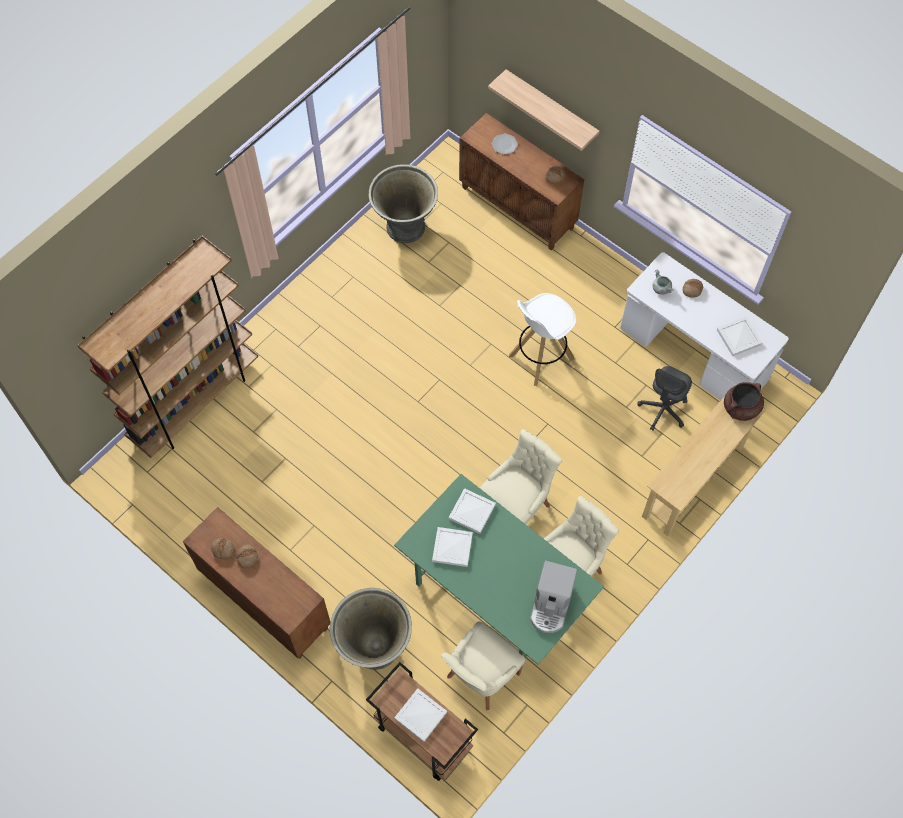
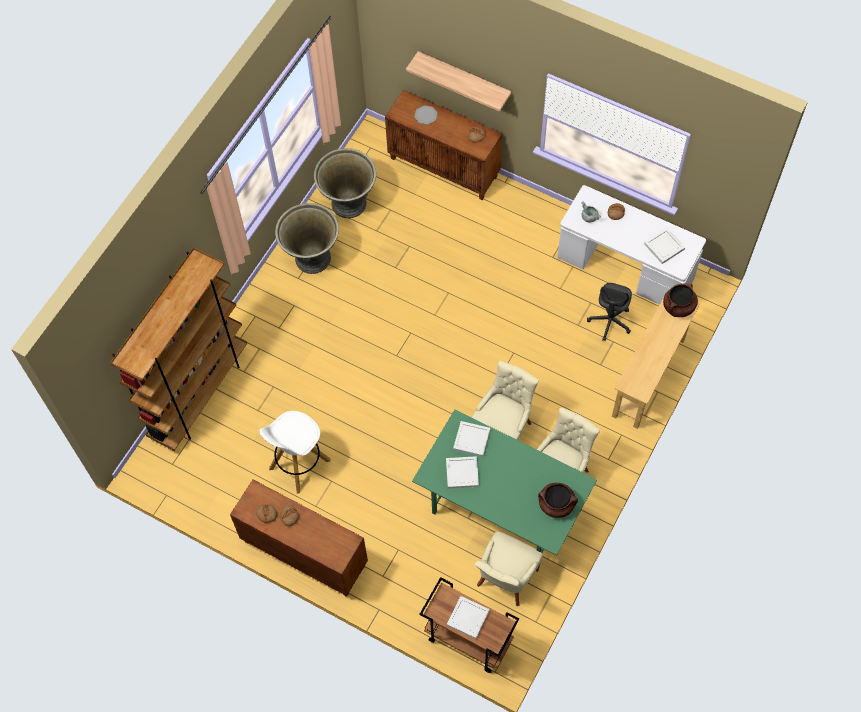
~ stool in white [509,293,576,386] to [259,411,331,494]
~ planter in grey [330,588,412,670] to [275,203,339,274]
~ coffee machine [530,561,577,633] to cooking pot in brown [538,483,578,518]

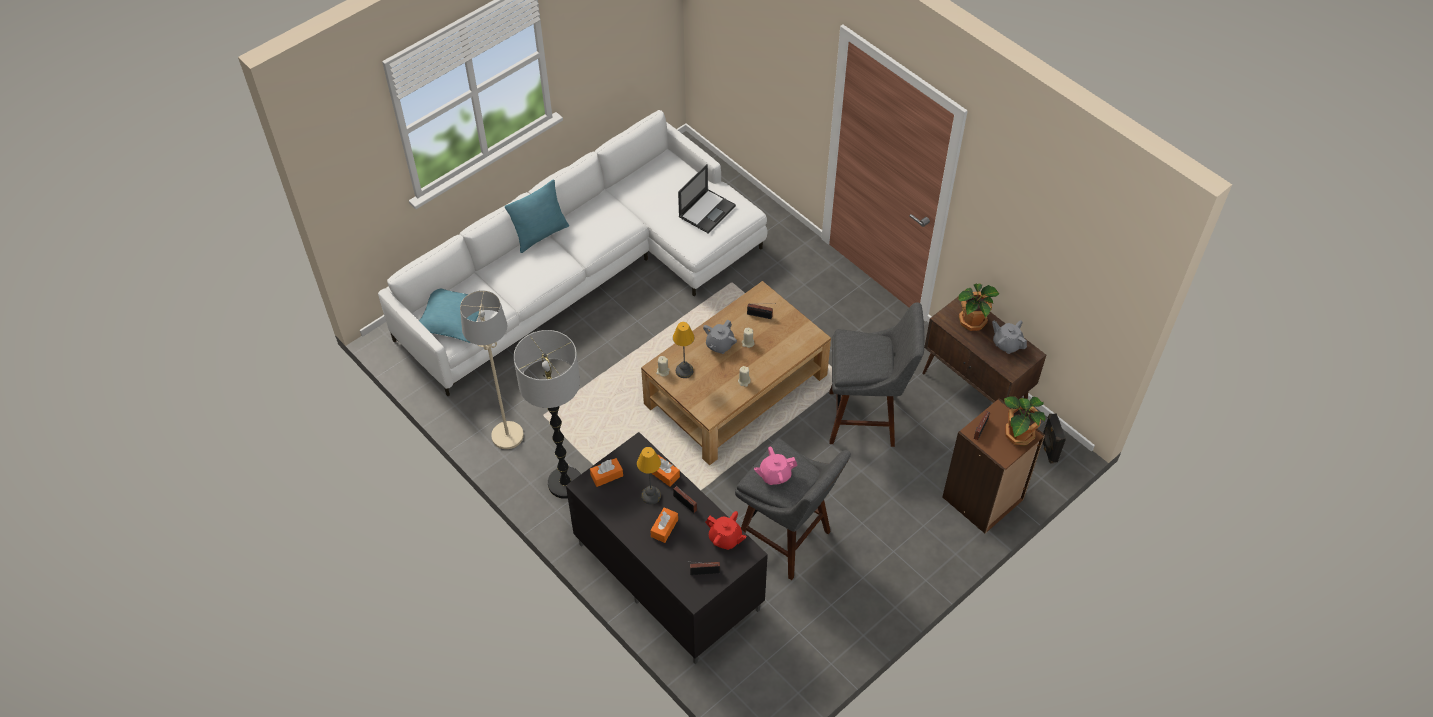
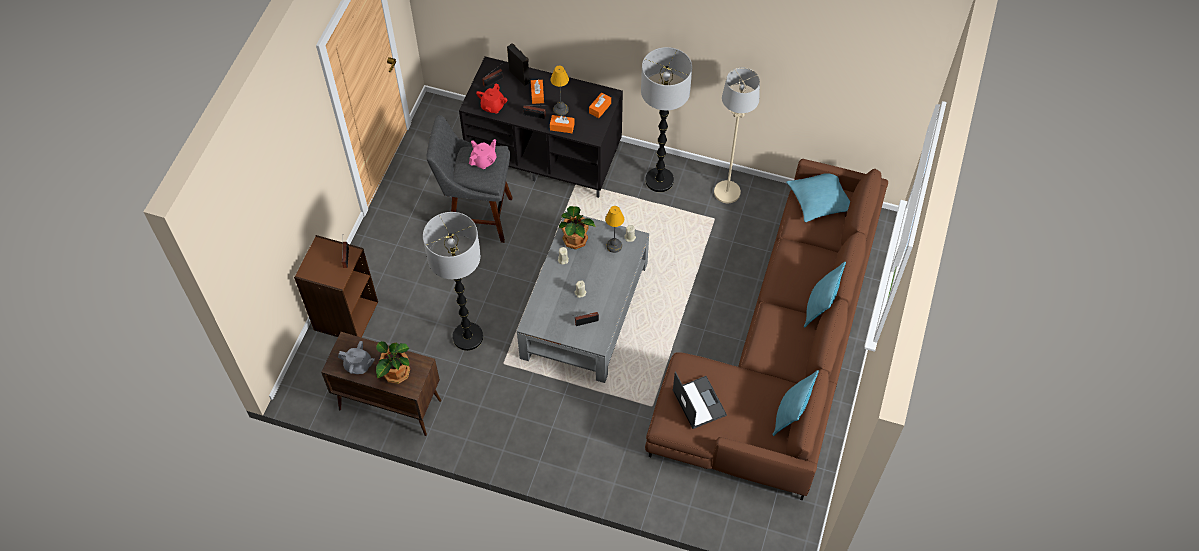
~ stool in grey [829,302,924,447] to floor lamp [423,212,483,351]
~ teapot in red [705,511,747,550] = [476,83,507,114] 75 degrees counterclockwise
~ speaker in black [1043,413,1066,464] to [507,43,530,86]
~ coffee table in brown [641,281,831,465] to coffee table in grey [517,211,649,383]
~ potted plant [1004,396,1046,446] to [559,206,596,250]
~ sofa in white [378,110,767,396] to sofa in brown [645,159,888,501]
~ laptop [678,164,736,233] = [672,371,727,429] 150 degrees clockwise
+ pillow in turquoise [772,370,819,436]
- teapot in grey [703,320,737,354]

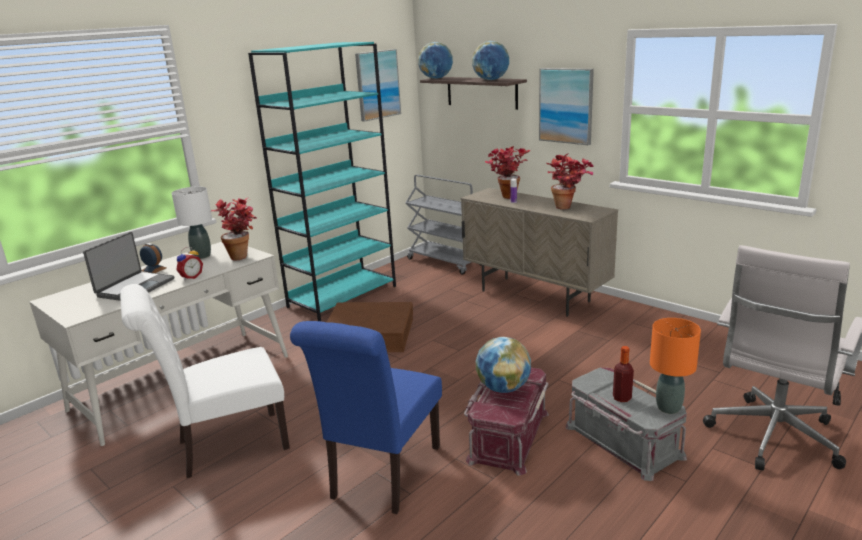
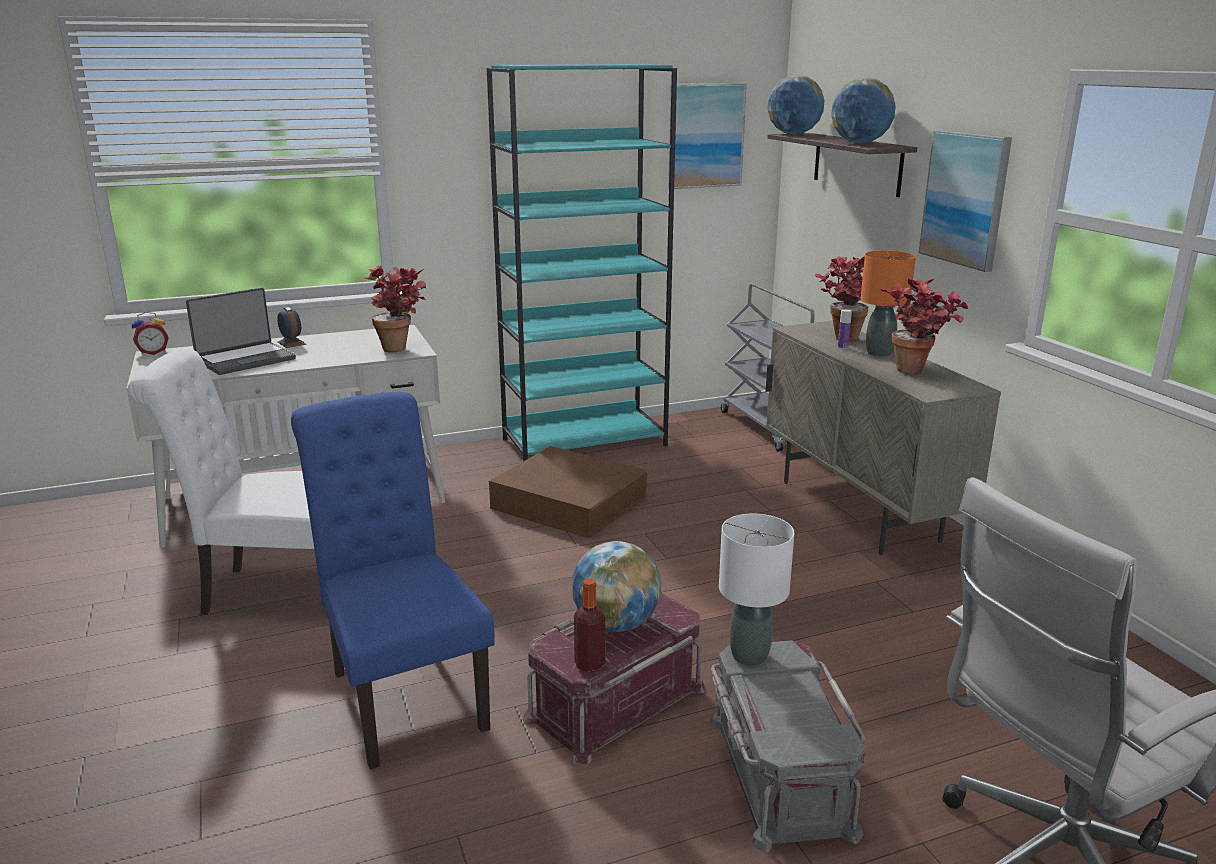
~ alarm clock [176,247,203,281] to [132,312,169,355]
~ chair in blue [290,321,442,514] = [291,392,495,770] 105 degrees clockwise
~ bottle [613,346,634,402] to [574,578,605,672]
~ table lamp in white [172,186,212,259] to [719,514,794,666]
~ table lamp in orange [650,318,701,414] to [860,250,916,357]

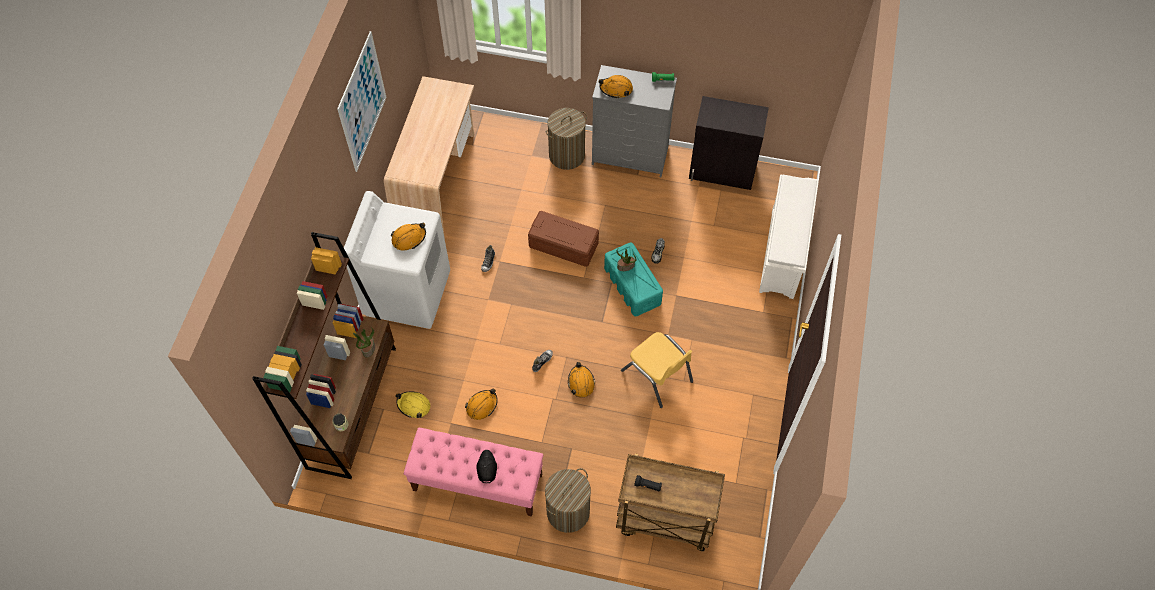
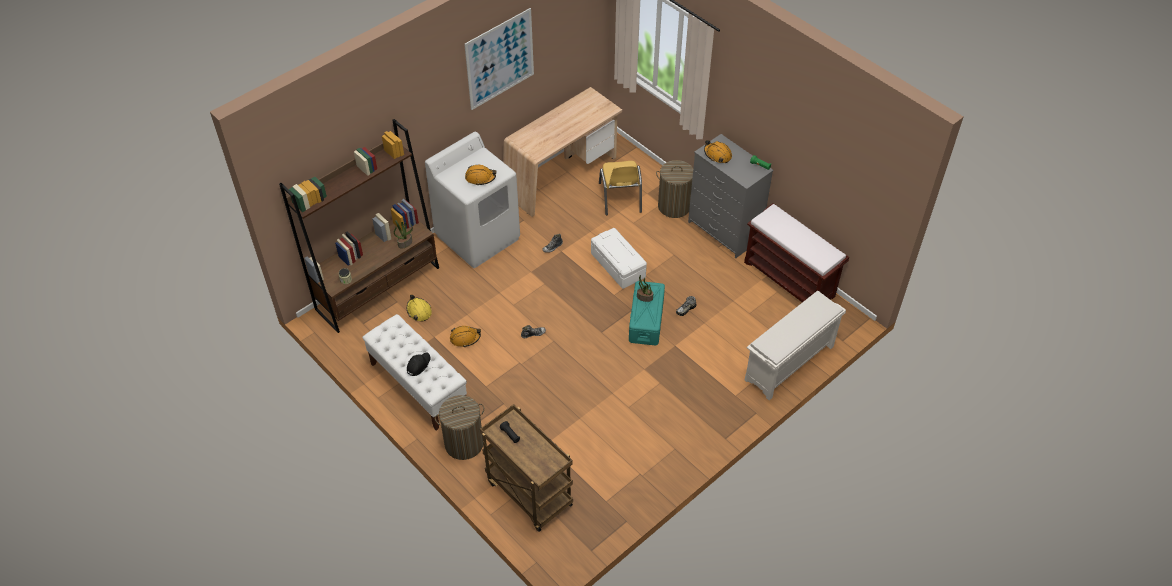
~ bench in pink [404,427,543,517] to bench in white [362,314,467,430]
~ storage box in brown [528,211,599,267] to storage box in white [591,228,647,289]
~ chair in yellow [621,332,693,408] to [599,161,642,216]
~ cabinet in black [689,96,769,190] to bench in brown [744,203,849,302]
- hard hat in orange [568,362,595,397]

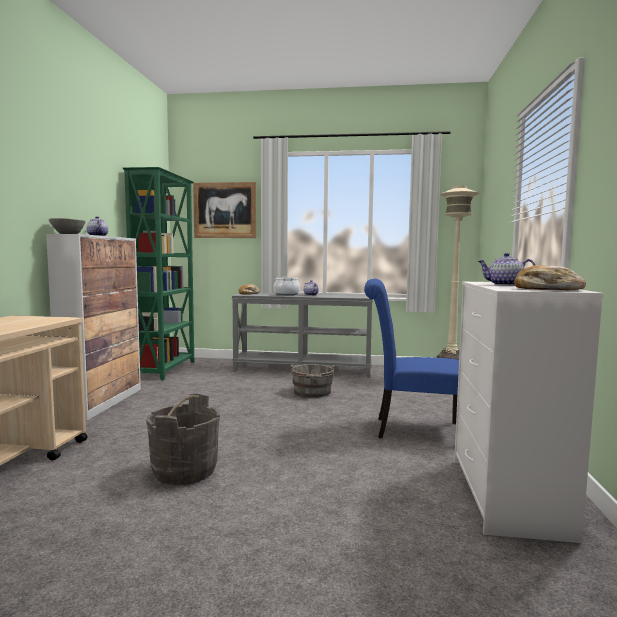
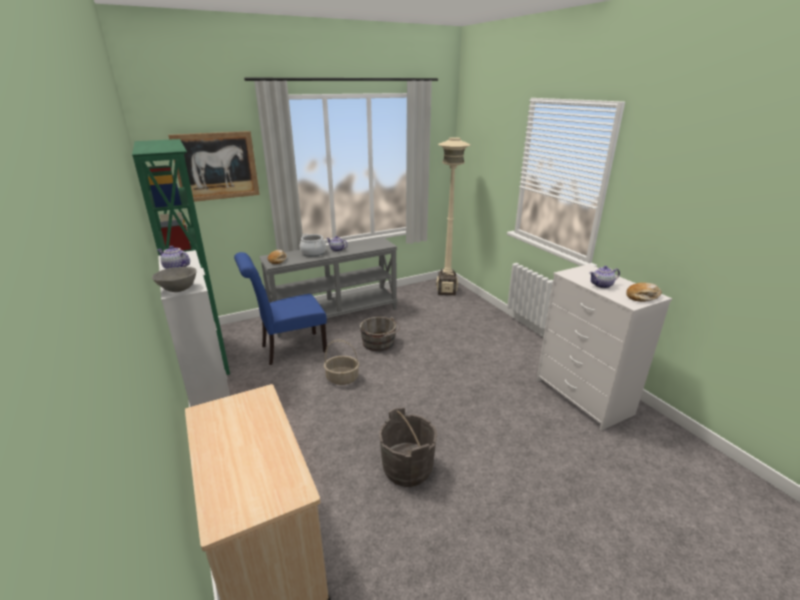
~ chair in blue [364,279,459,438] to [234,252,327,365]
+ basket [324,339,359,385]

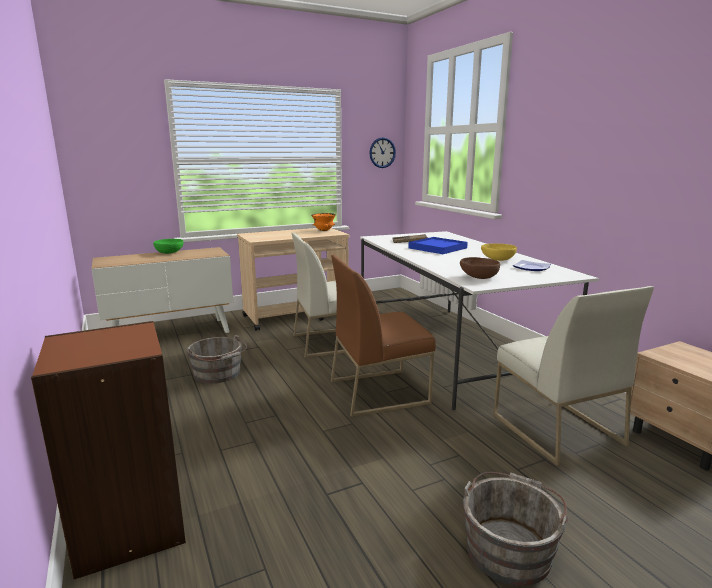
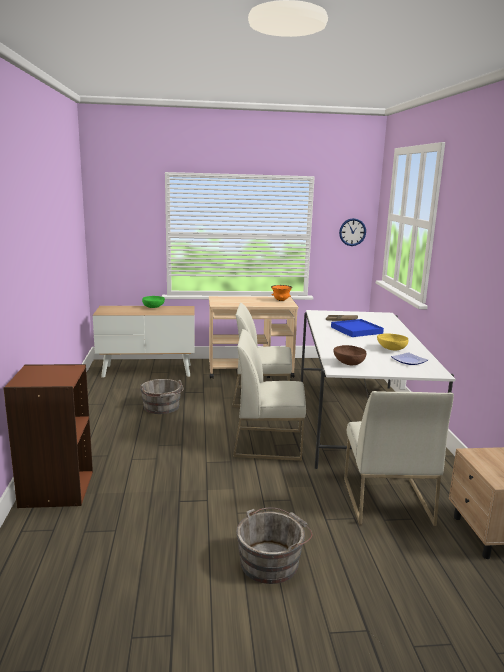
~ chair in brown [331,255,436,417] to chair in white [233,329,306,461]

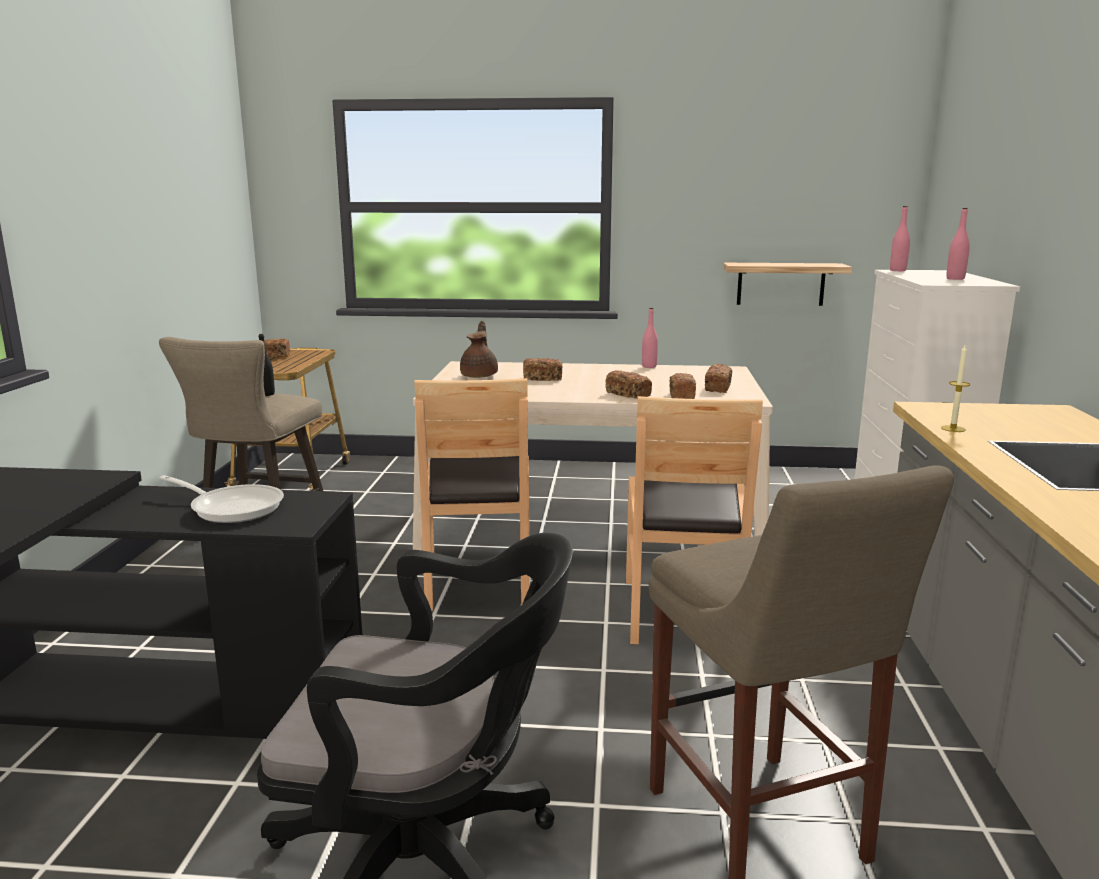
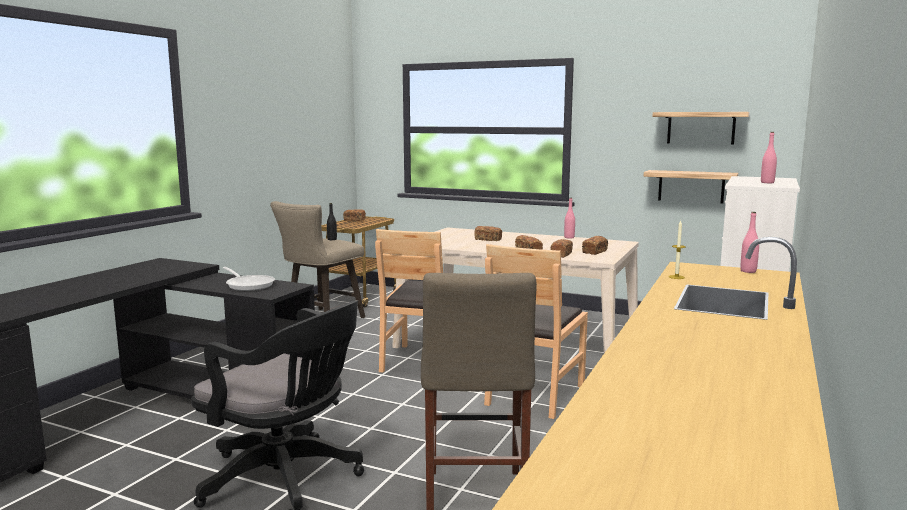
+ shelf [652,112,750,144]
~ bottle in pink [890,206,910,271] to [740,212,759,273]
- teapot in brown [460,321,498,378]

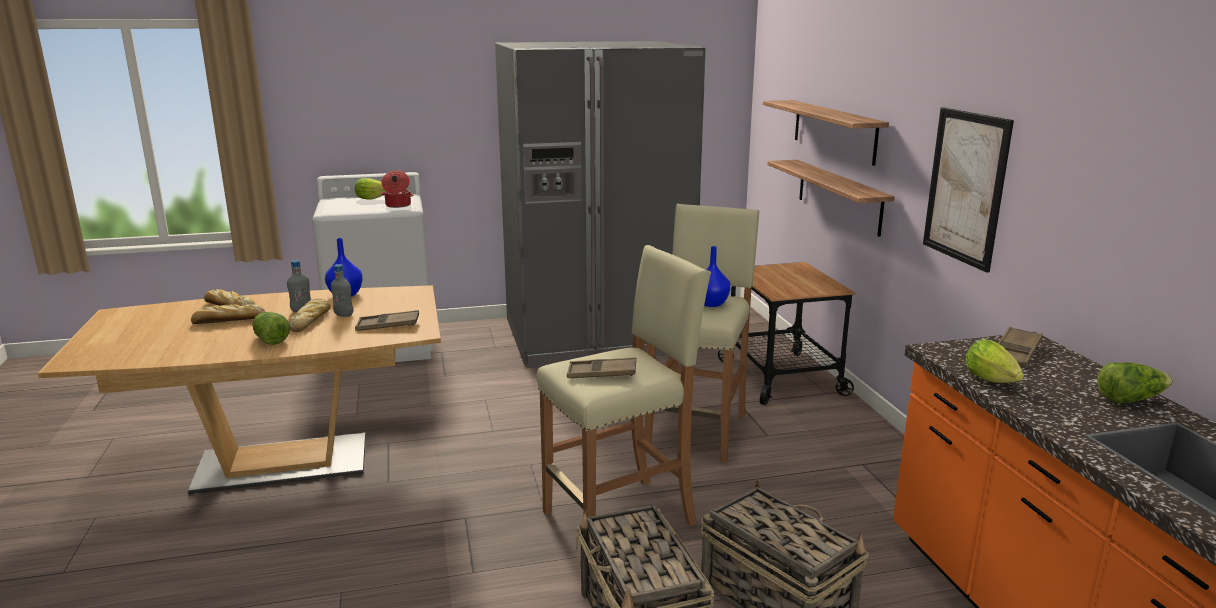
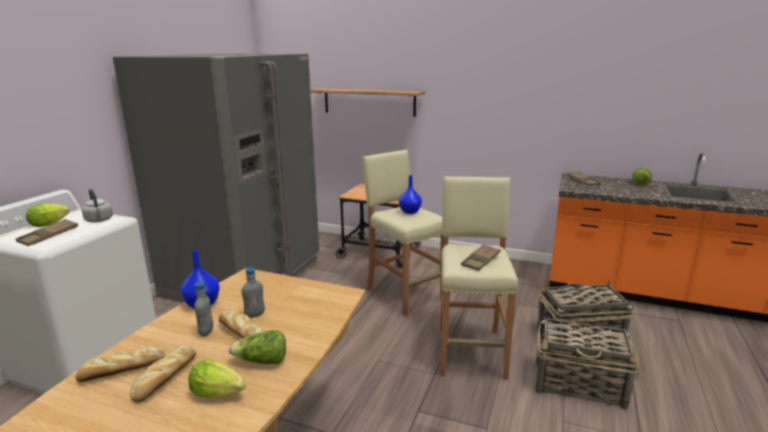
~ tray in brown [355,310,419,331] to [16,219,78,246]
~ cooking pot [381,171,414,208] to kettle in grey [82,189,113,222]
~ lettuce [965,340,1024,383] to [188,360,246,398]
- shelf [767,160,895,237]
- picture [923,107,1014,273]

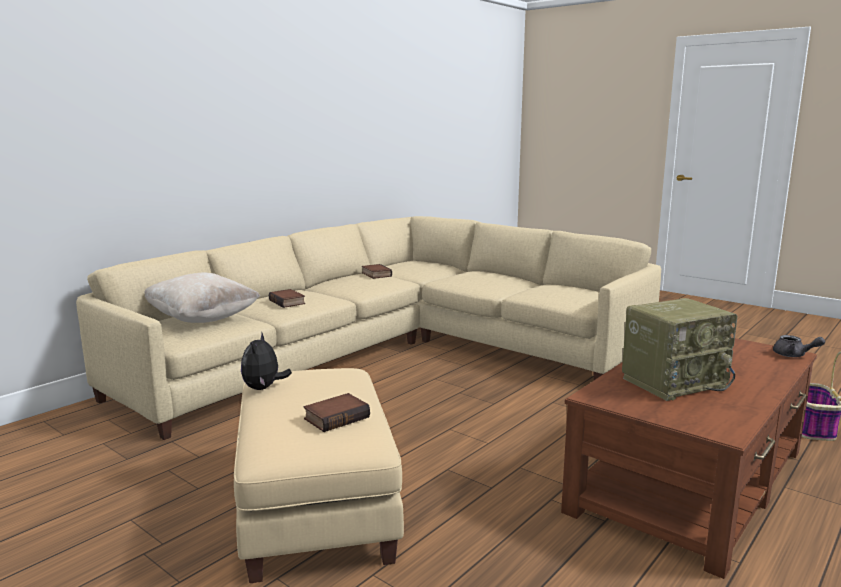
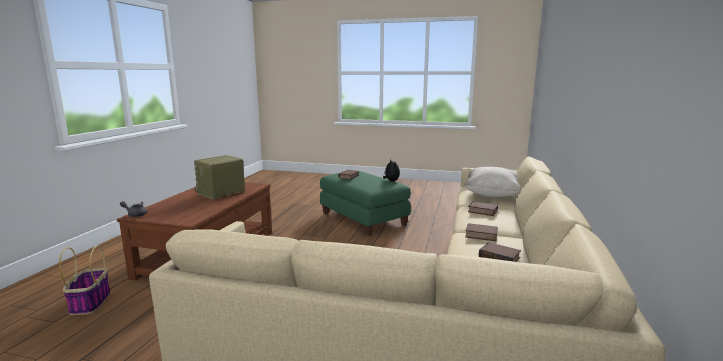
~ ottoman in beige [234,368,404,583] to ottoman in green [320,171,411,236]
+ book [465,223,498,241]

